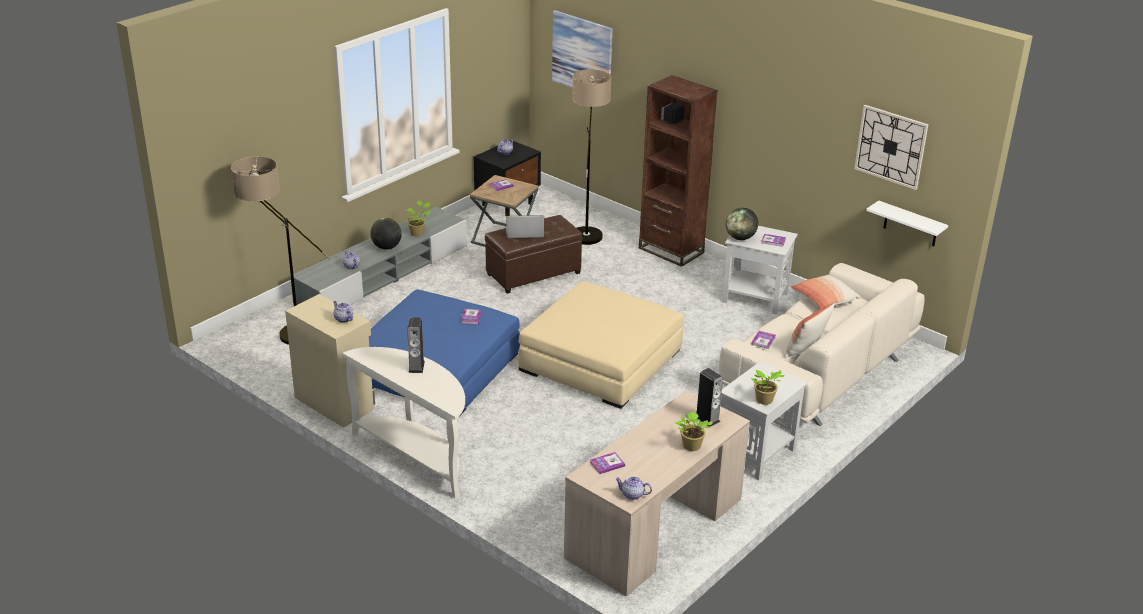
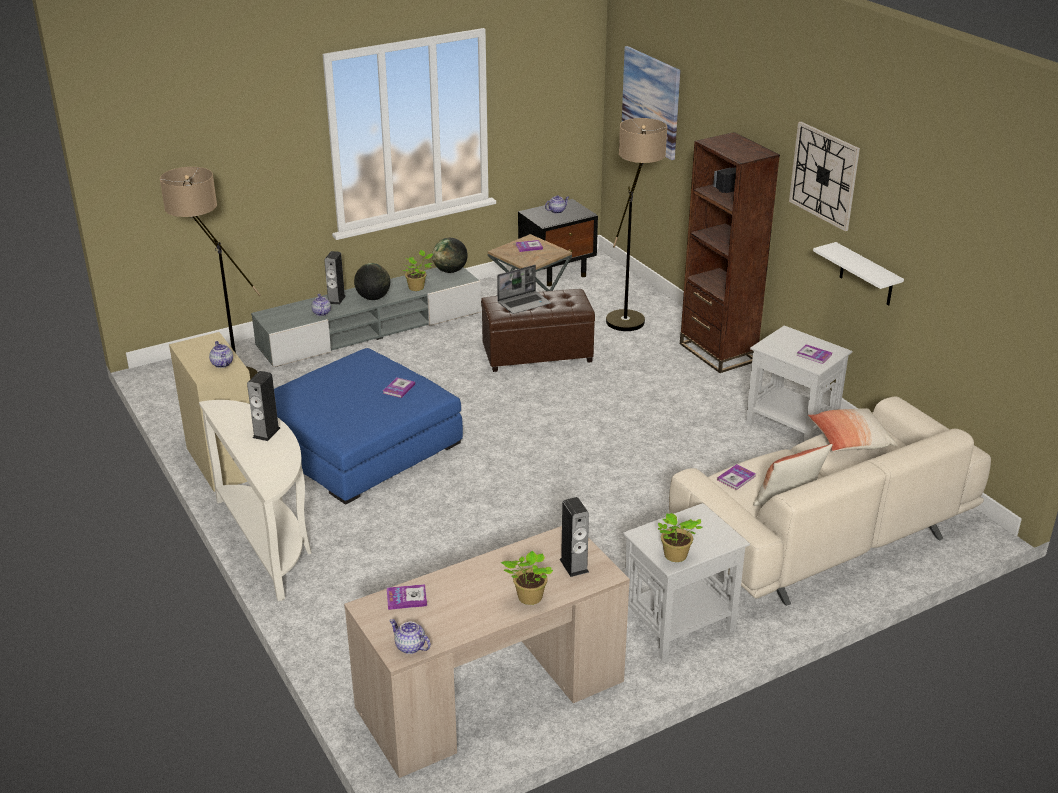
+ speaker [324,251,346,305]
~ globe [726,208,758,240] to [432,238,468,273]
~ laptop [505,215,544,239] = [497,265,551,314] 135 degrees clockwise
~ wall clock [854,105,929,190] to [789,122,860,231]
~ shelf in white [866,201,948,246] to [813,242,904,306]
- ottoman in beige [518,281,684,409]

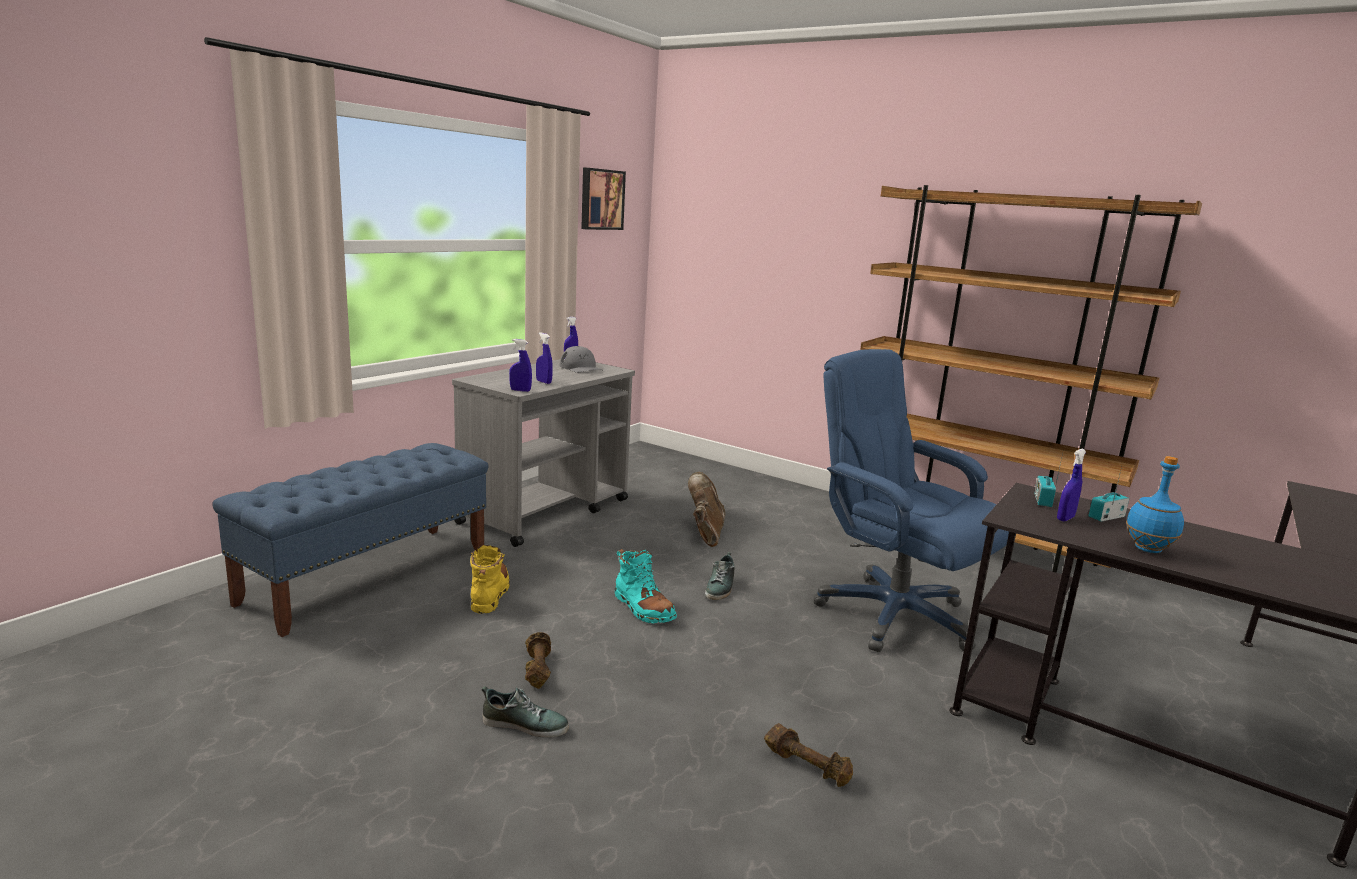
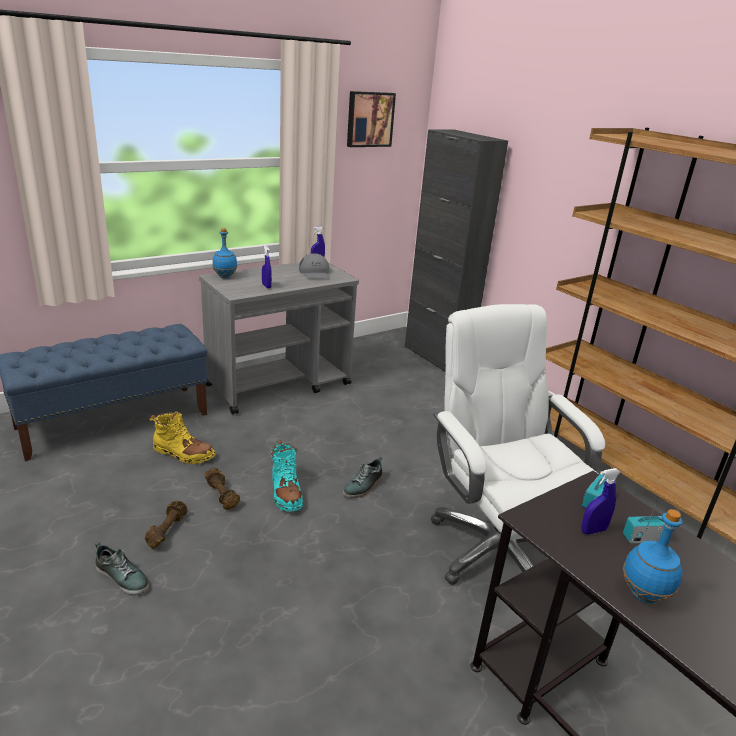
~ boot in yellow [470,545,509,614] = [149,412,215,464] 90 degrees clockwise
~ dumbbell in brown [764,723,853,787] to [204,467,240,510]
+ bottle in blue [212,228,237,278]
+ cabinet in black [405,130,508,372]
~ office chair in blue [814,349,1009,652] to office chair in white [431,304,605,585]
- spray bottle in blue [509,339,532,392]
- boot in brown [688,472,725,547]

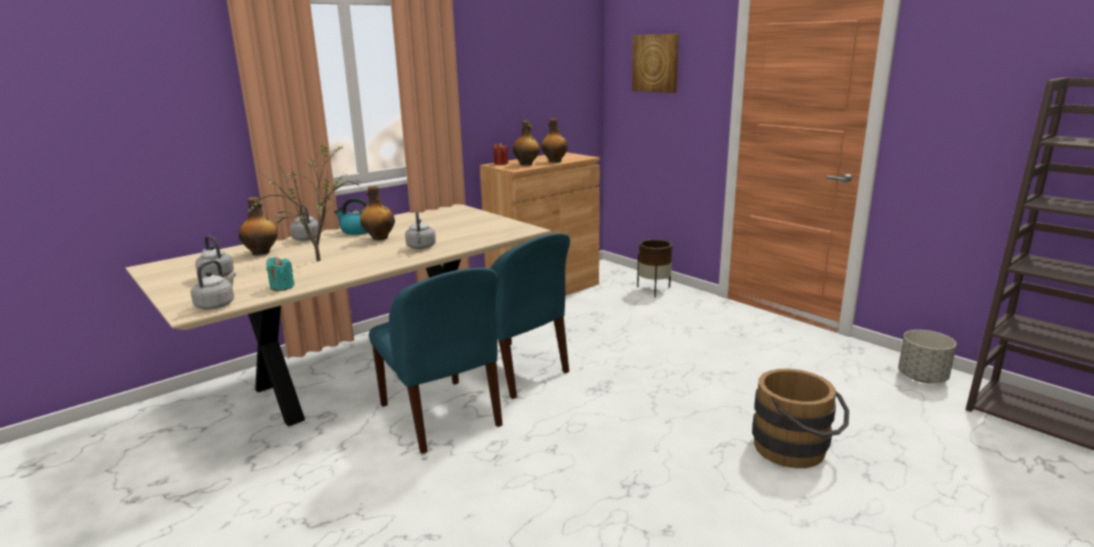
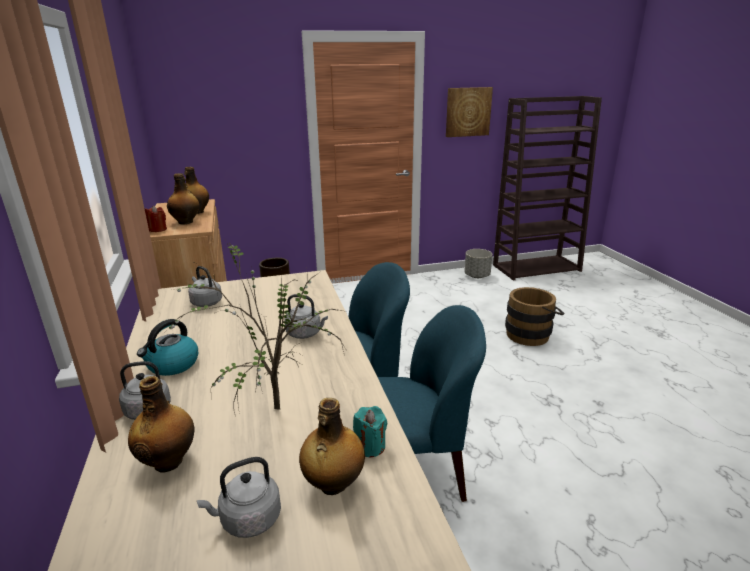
~ kettle in grey [191,260,236,310] to [188,266,222,307]
~ bottle [360,186,395,240] to [299,398,365,495]
~ picture [632,34,679,93] to [446,87,493,137]

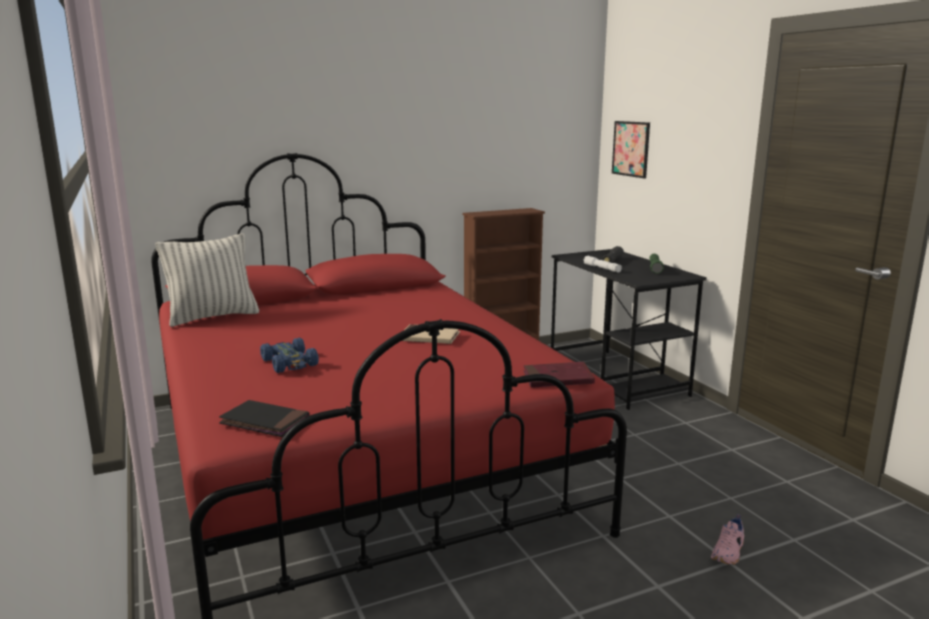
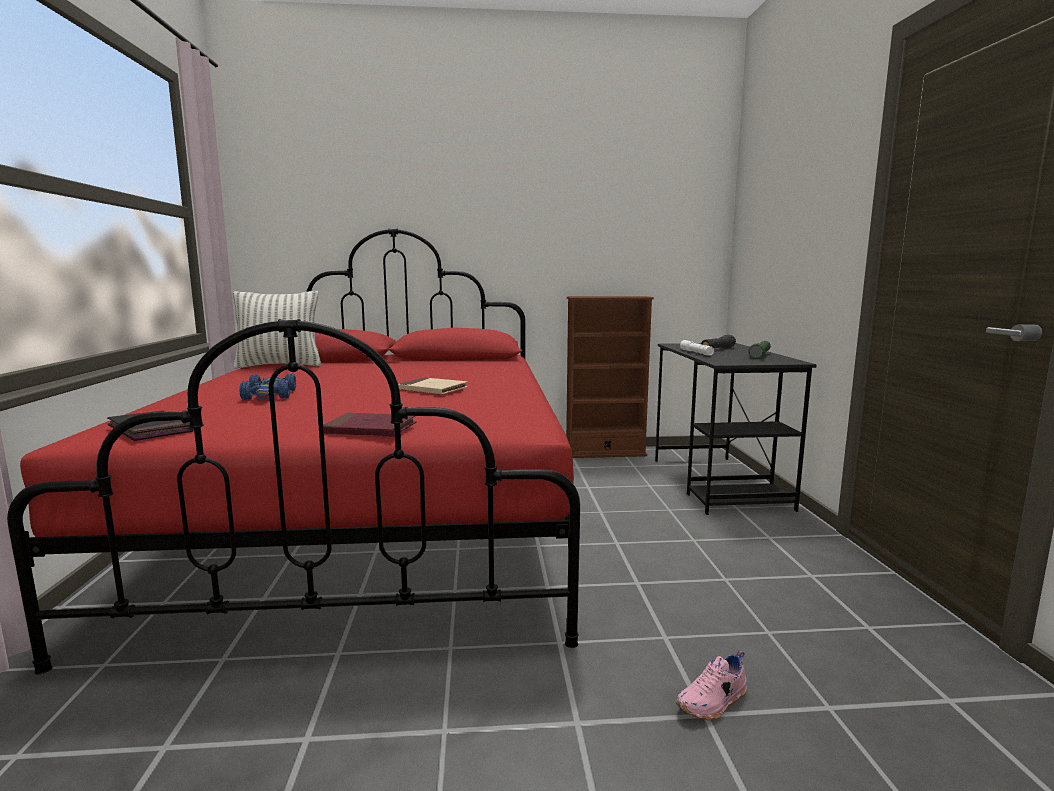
~ book in red [523,362,595,388] to [323,413,417,437]
- picture [612,121,650,178]

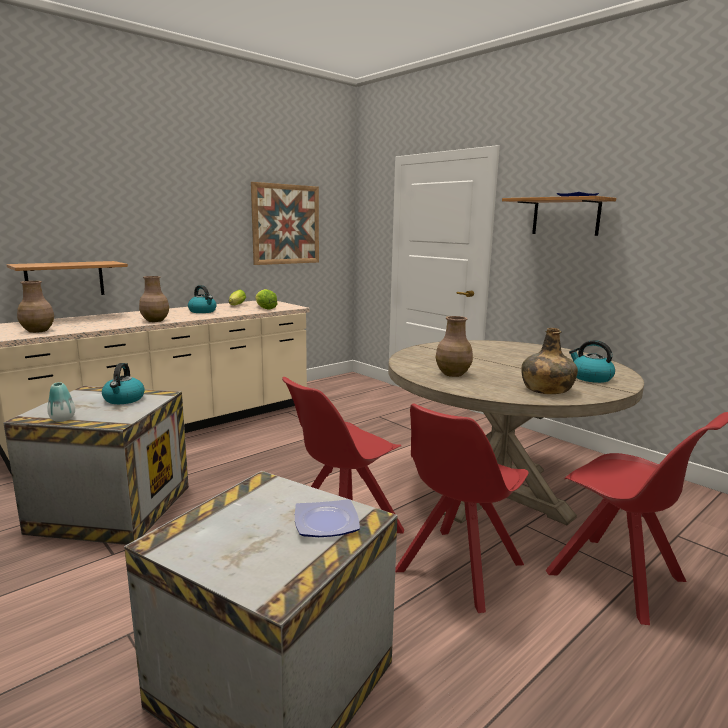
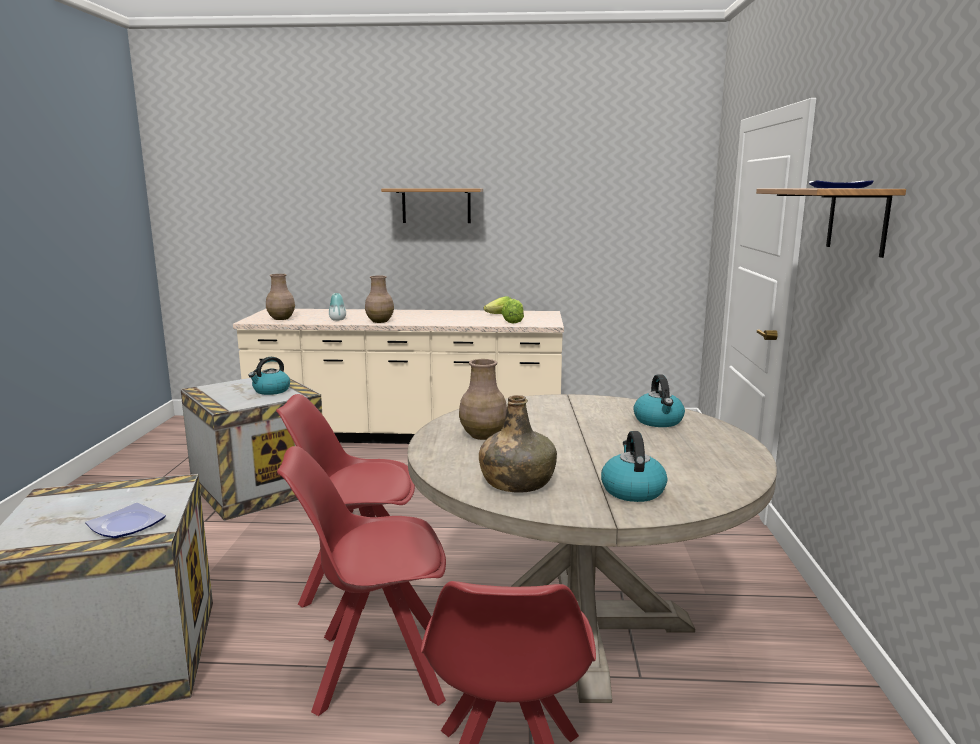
~ vase [47,382,75,422] to [329,293,346,321]
~ shelf [7,261,128,295] to [381,188,483,223]
~ kettle [188,285,217,313] to [633,374,685,427]
- picture [251,182,319,265]

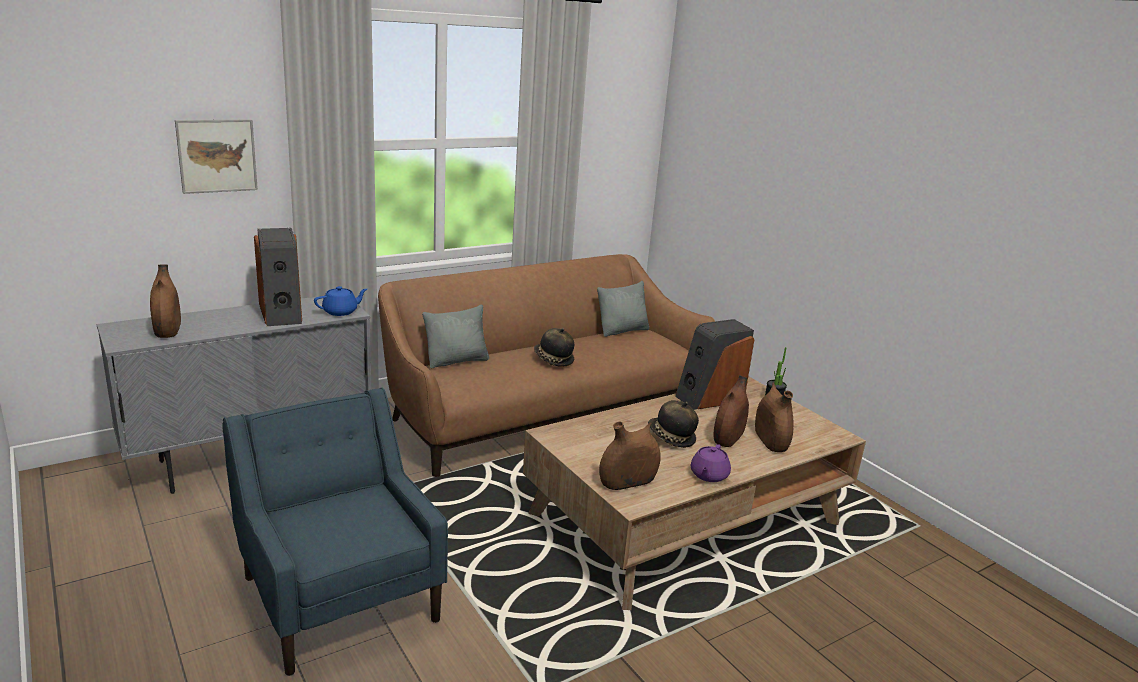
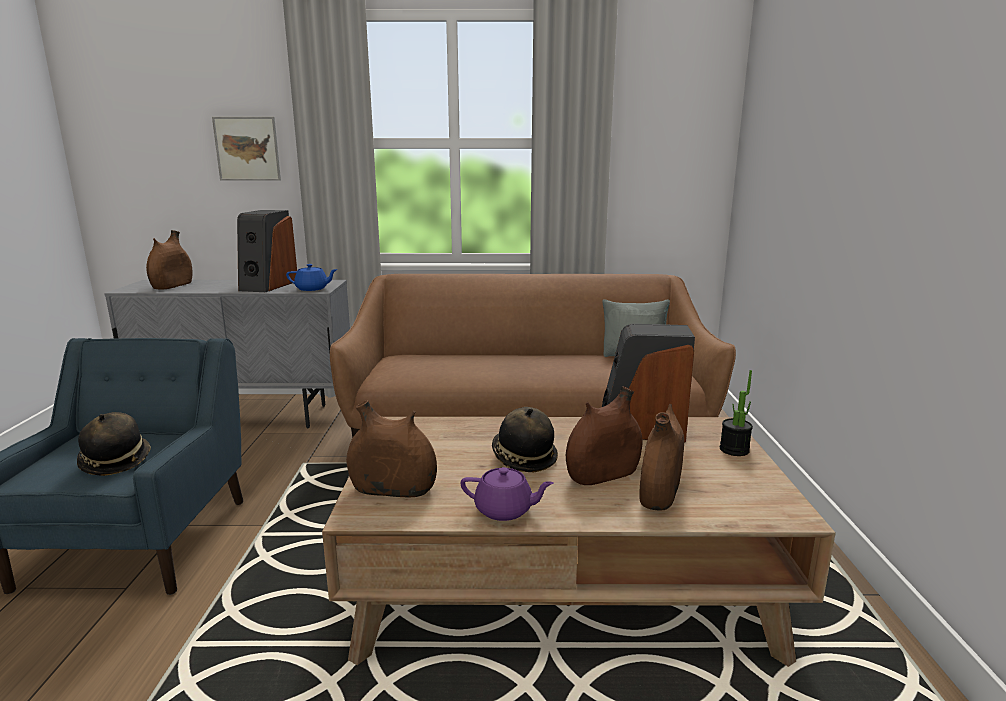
~ hat [534,328,574,367] to [77,412,151,476]
~ teapot in purple [691,444,731,482] = [460,467,554,521] 135 degrees counterclockwise
- pillow in grey [422,304,489,368]

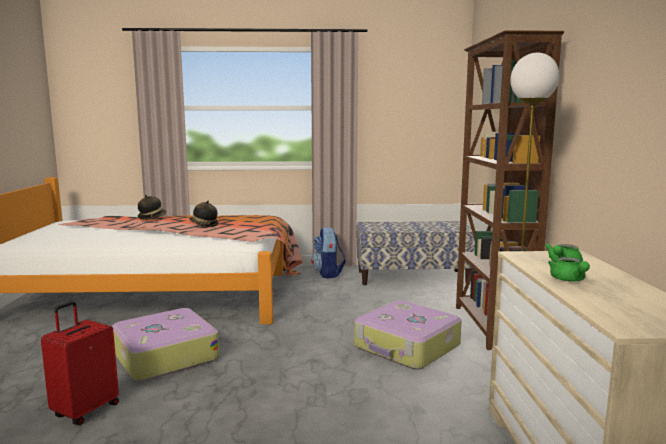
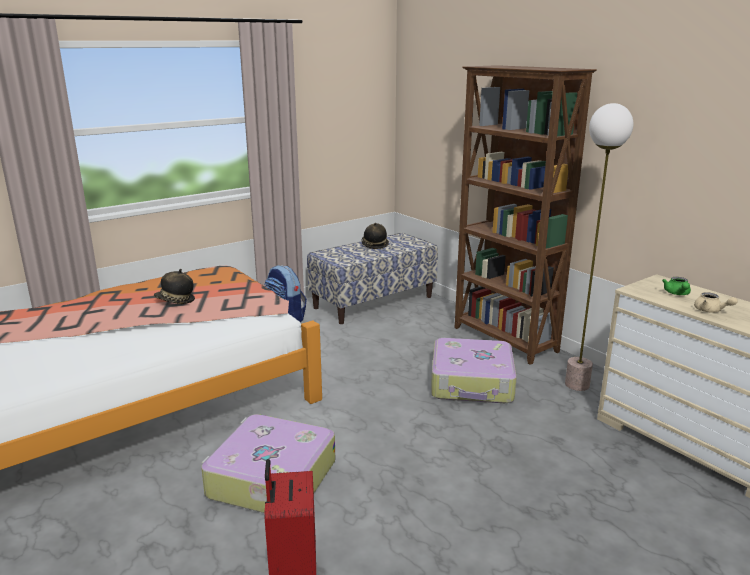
~ hat [138,195,166,220] to [361,223,389,249]
~ teapot in green [548,257,590,282] to teapot in beige [694,292,738,313]

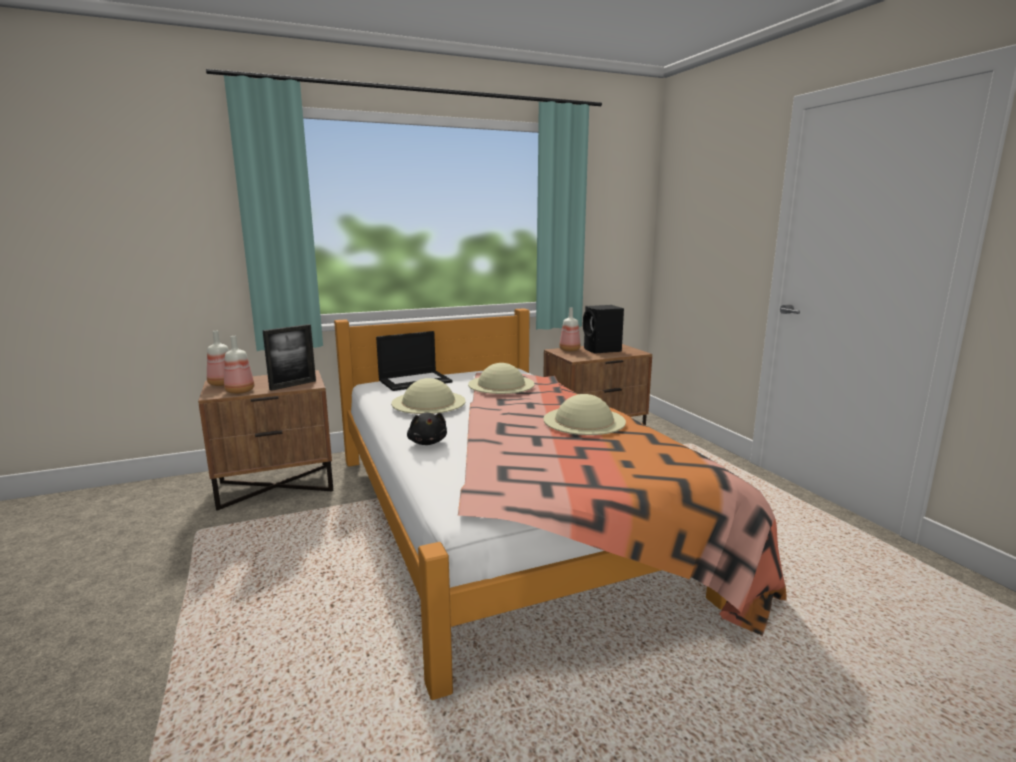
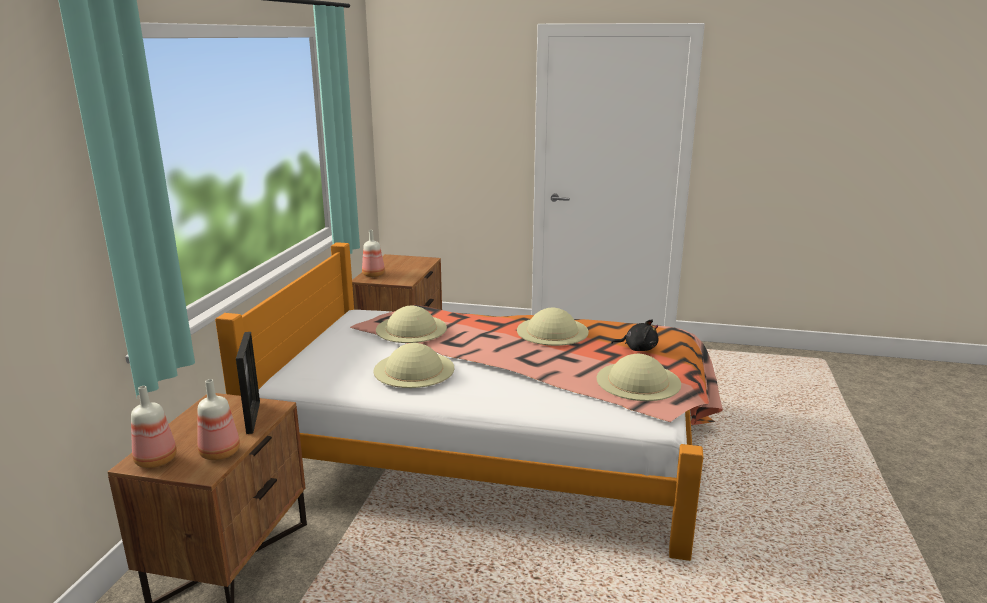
+ hat in beige [597,354,681,401]
~ plush toy in black [407,413,447,445] to [611,319,659,351]
- laptop [376,331,453,391]
- speaker in black [583,305,624,354]

